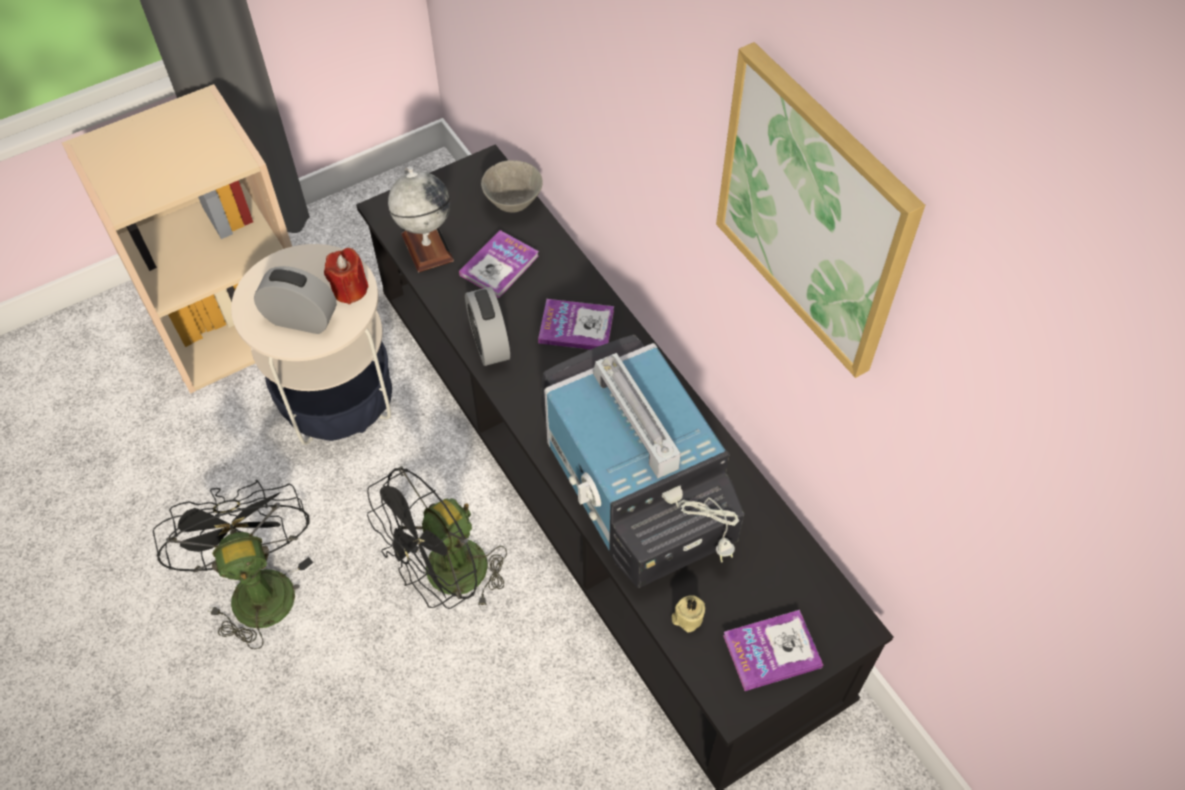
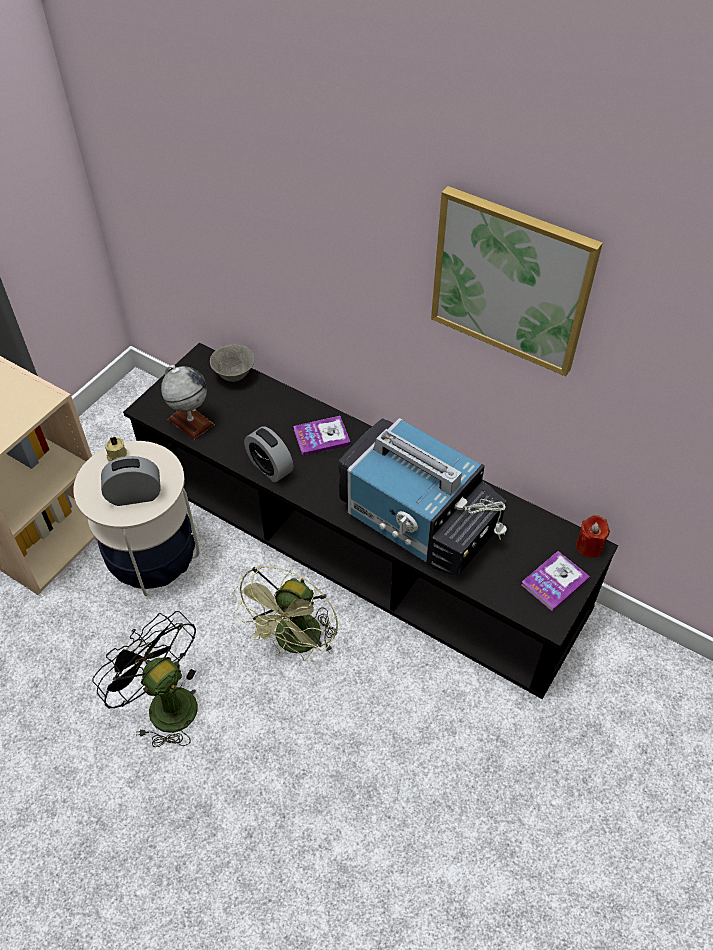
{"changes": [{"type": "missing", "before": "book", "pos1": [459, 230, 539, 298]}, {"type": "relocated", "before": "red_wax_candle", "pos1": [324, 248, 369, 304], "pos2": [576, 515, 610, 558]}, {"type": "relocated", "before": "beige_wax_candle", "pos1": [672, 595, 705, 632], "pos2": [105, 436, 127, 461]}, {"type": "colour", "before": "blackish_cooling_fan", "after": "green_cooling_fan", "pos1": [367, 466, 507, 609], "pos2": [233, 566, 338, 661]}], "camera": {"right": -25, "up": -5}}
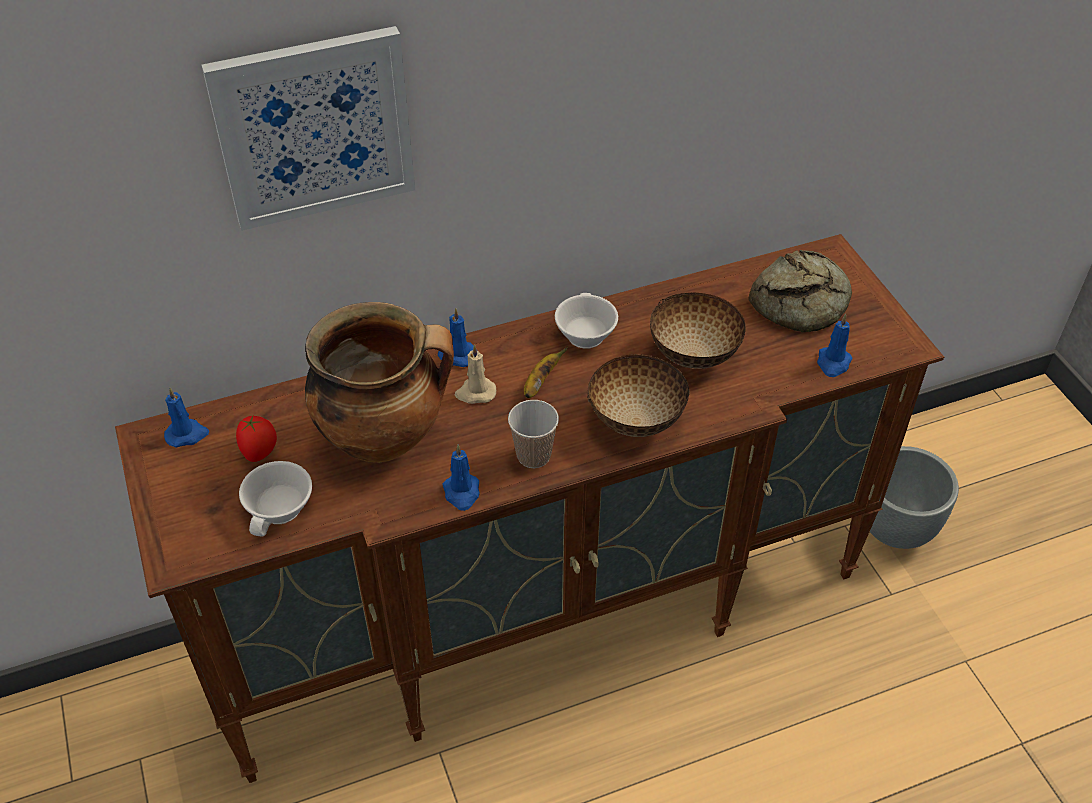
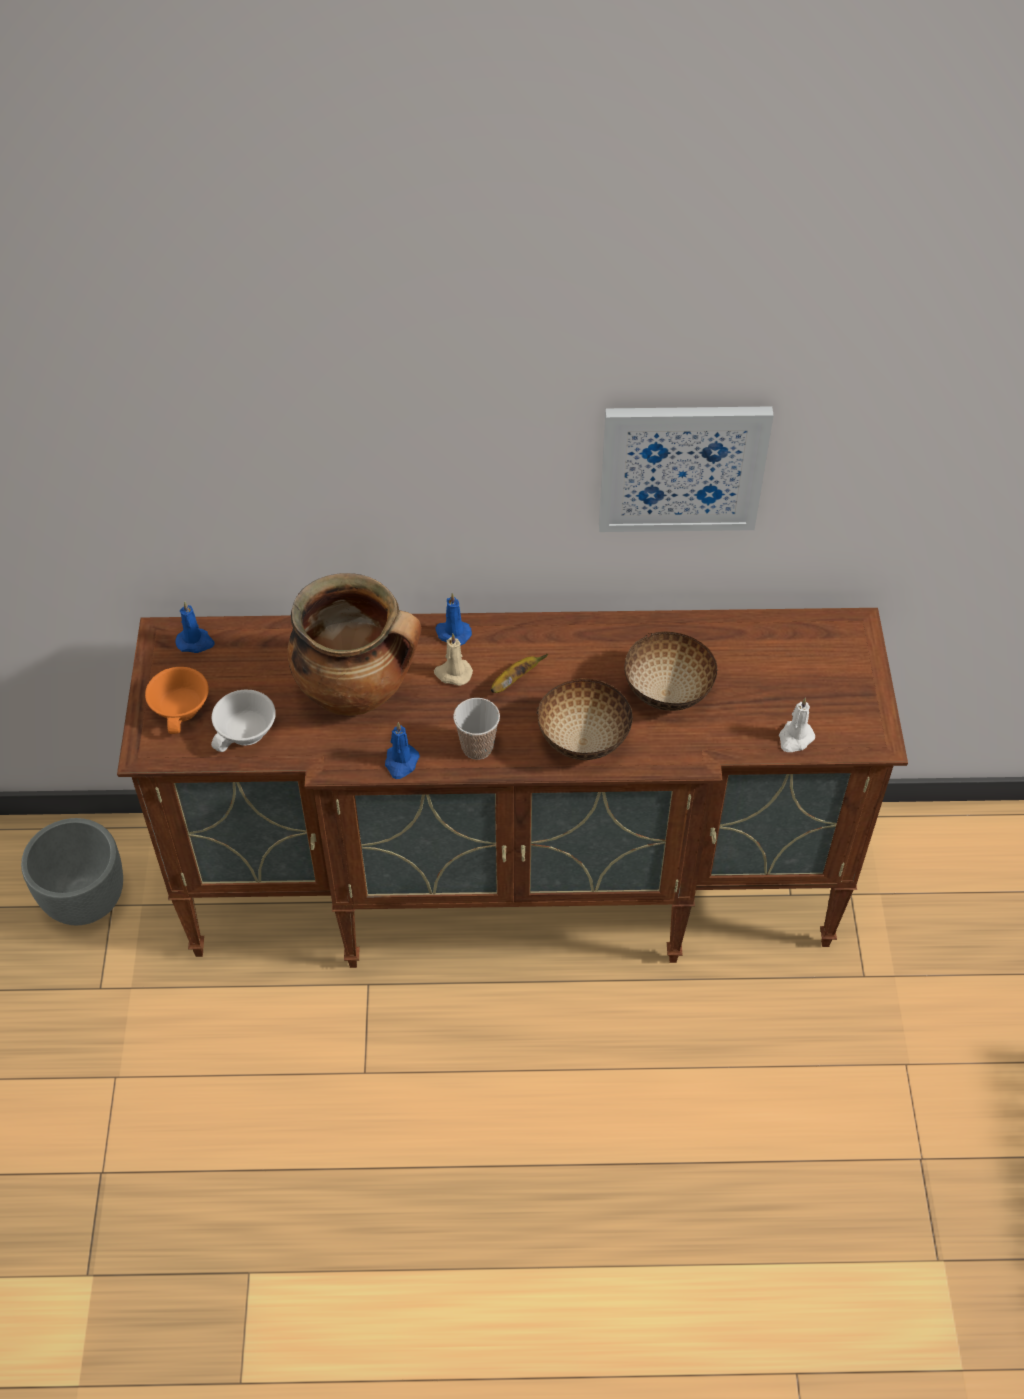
{"changes": [{"type": "missing", "before": "fresh_tomato", "pos1": [236, 414, 277, 462]}, {"type": "missing", "before": "whitish_cup", "pos1": [555, 293, 618, 349]}, {"type": "missing", "before": "baked_bread", "pos1": [748, 250, 852, 332]}, {"type": "appeared", "after": "orange-coloured_cup", "pos2": [145, 667, 209, 734]}, {"type": "relocated", "before": "wall_picture", "pos1": [201, 26, 415, 231], "pos2": [599, 406, 774, 532]}, {"type": "relocated", "before": "gray_plant_pot", "pos1": [870, 446, 959, 549], "pos2": [21, 818, 123, 925]}, {"type": "colour", "before": "blue-coloured_wax_candle", "after": "whitish_wax_candle", "pos1": [817, 314, 853, 377], "pos2": [779, 698, 815, 752]}], "camera": {"right": 20, "up": 5}}
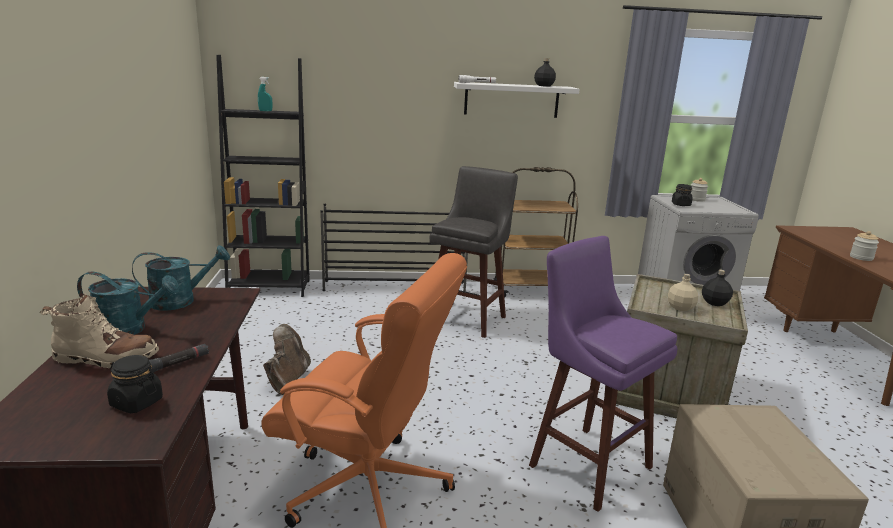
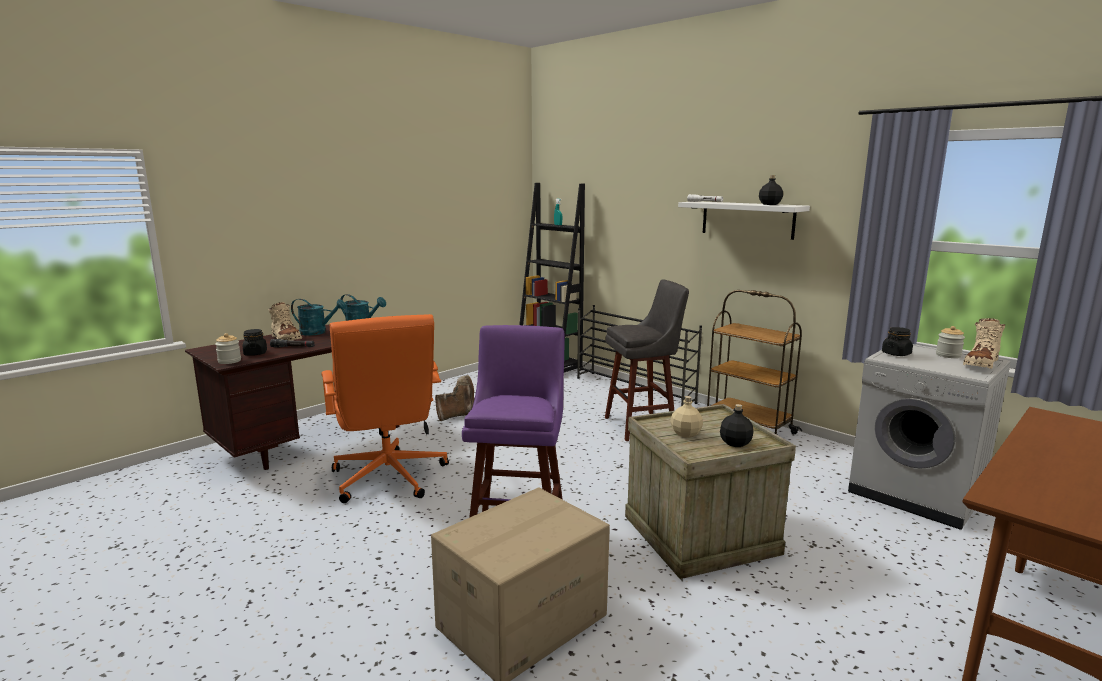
{"changes": [{"type": "appeared", "after": "beige_tall_boot", "pos2": [963, 318, 1005, 369]}, {"type": "relocated", "before": "jar", "pos1": [850, 231, 879, 261], "pos2": [215, 333, 241, 364]}, {"type": "spun", "before": "turquoise_watering_pot", "pos1": [77, 271, 179, 335], "pos2": [291, 299, 346, 336], "turn": -45}], "camera": {"right": 50, "up": -5}}
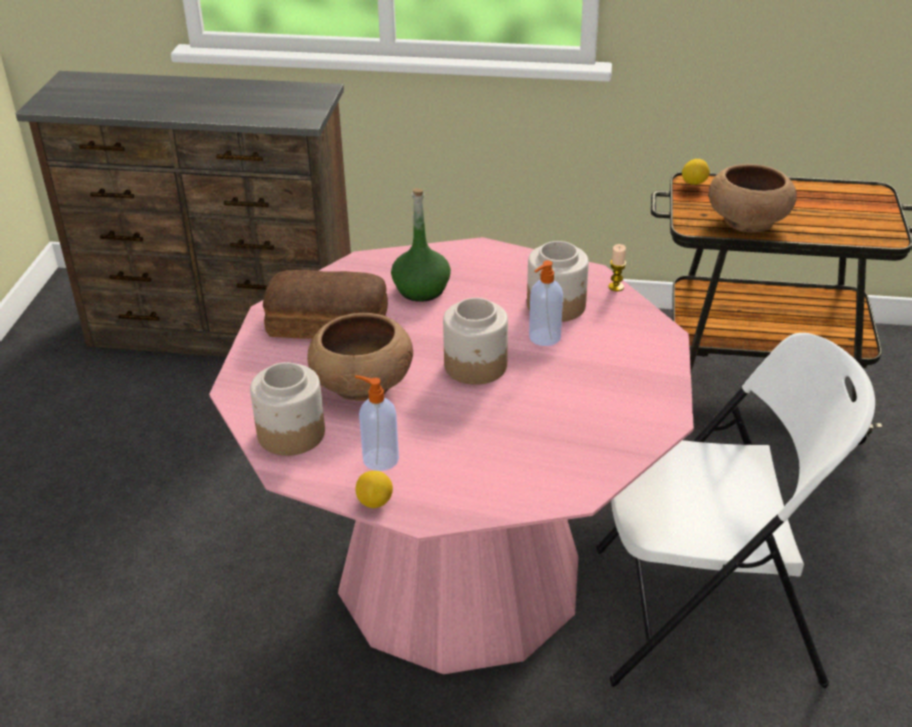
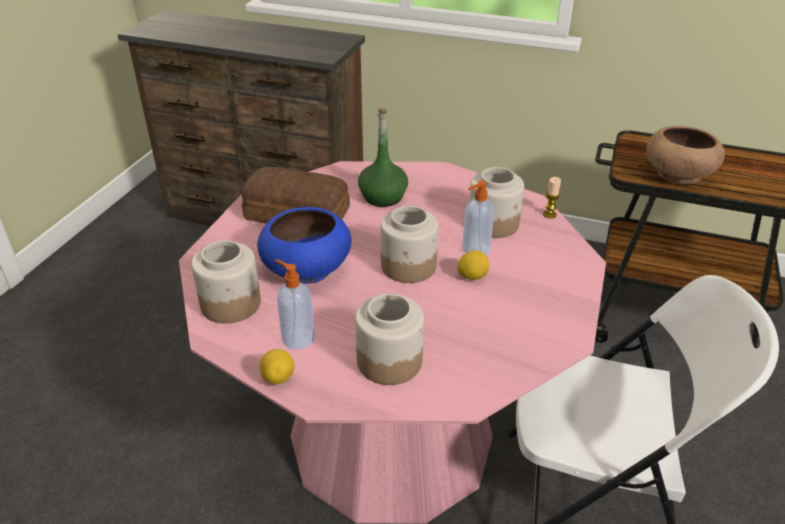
{"changes": [{"type": "appeared", "after": "jar", "pos2": [355, 294, 424, 385]}, {"type": "relocated", "before": "citrus_fruit", "pos1": [682, 159, 710, 185], "pos2": [457, 250, 489, 280]}, {"type": "colour", "before": "brown_serving_bowl", "after": "blue-coloured_serving_bowl", "pos1": [307, 313, 413, 401], "pos2": [257, 207, 352, 284]}], "camera": {"right": 10, "up": 0}}
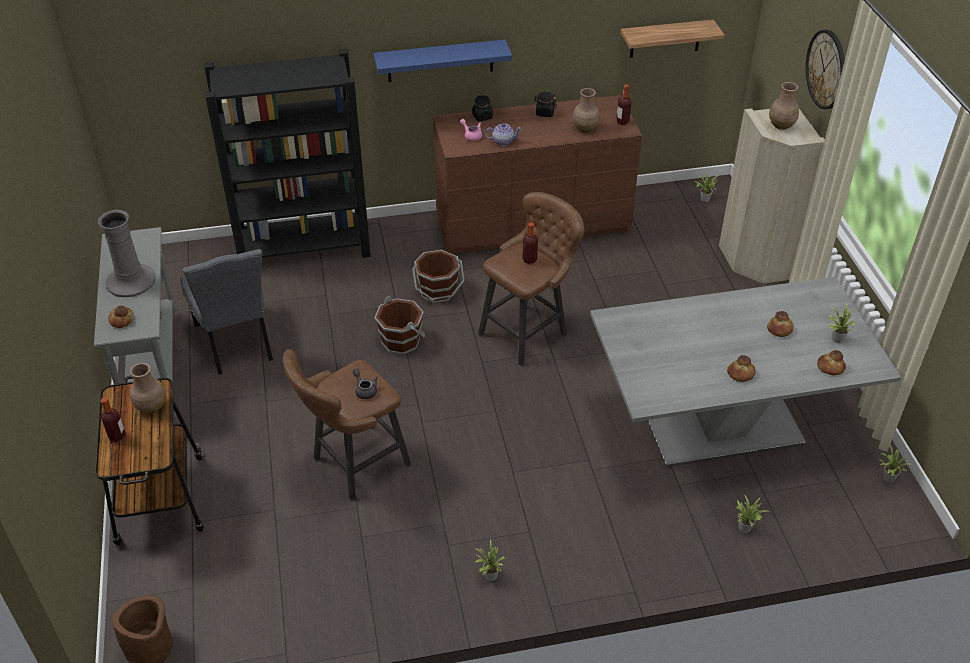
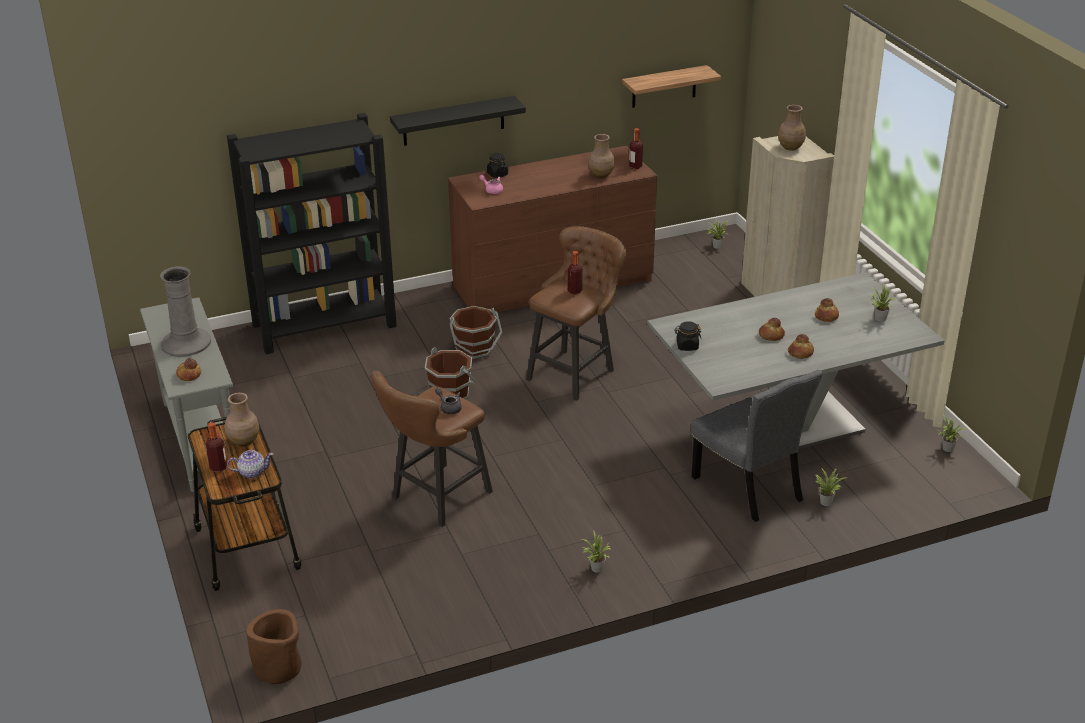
{"changes": [{"type": "missing", "before": "hanging_clock", "pos1": [806, 30, 845, 109]}, {"type": "relocated", "before": "gray_plain_chair", "pos1": [180, 249, 273, 375], "pos2": [690, 370, 823, 522]}, {"type": "relocated", "before": "pot_for_tea", "pos1": [485, 123, 521, 146], "pos2": [227, 450, 273, 478]}, {"type": "relocated", "before": "blackish_jar", "pos1": [534, 92, 557, 117], "pos2": [674, 321, 701, 351]}, {"type": "relocated", "before": "baked_bread", "pos1": [817, 350, 846, 375], "pos2": [759, 318, 785, 341]}, {"type": "colour", "before": "blue-coloured_wall_shelf", "after": "blackish_wall_shelf", "pos1": [374, 40, 512, 82], "pos2": [390, 96, 526, 146]}], "camera": {"right": -10, "up": -10}}
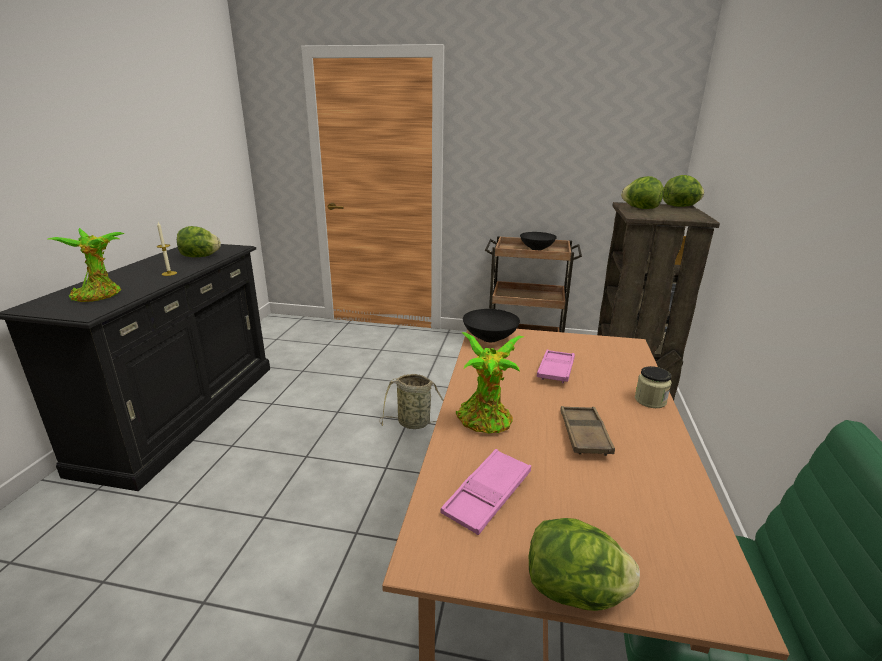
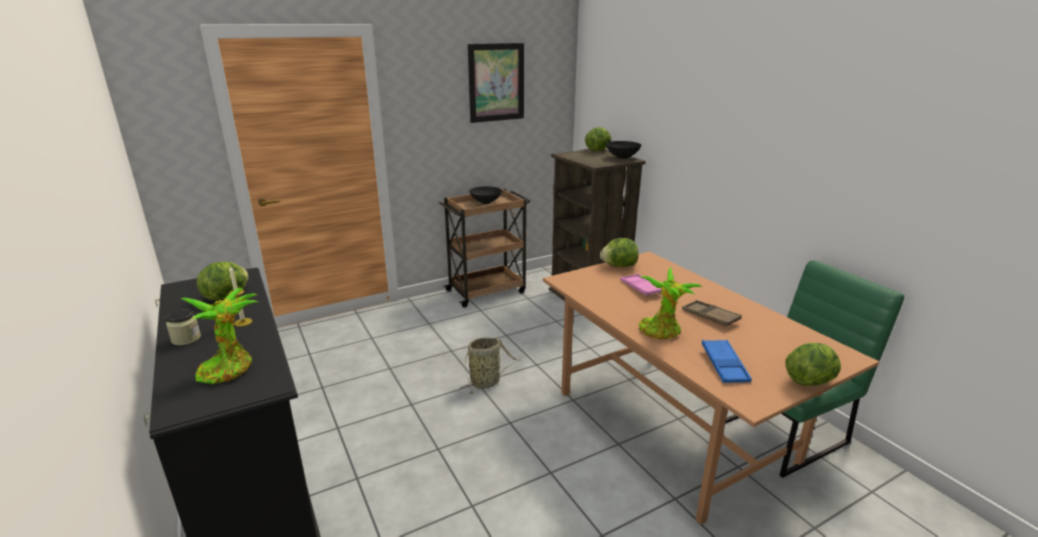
{"changes": [{"type": "appeared", "after": "wall_picture", "pos2": [468, 43, 524, 123]}, {"type": "relocated", "before": "blackish_serving_bowl", "pos1": [463, 309, 520, 342], "pos2": [606, 141, 641, 159]}, {"type": "relocated", "before": "lettuce_head", "pos1": [621, 176, 664, 209], "pos2": [600, 238, 639, 267]}, {"type": "relocated", "before": "jar", "pos1": [635, 366, 672, 408], "pos2": [166, 309, 201, 346]}, {"type": "colour", "before": "pink_serving_tray", "after": "blue-coloured_serving_tray", "pos1": [440, 449, 531, 535], "pos2": [701, 340, 752, 383]}], "camera": {"right": -40, "up": 0}}
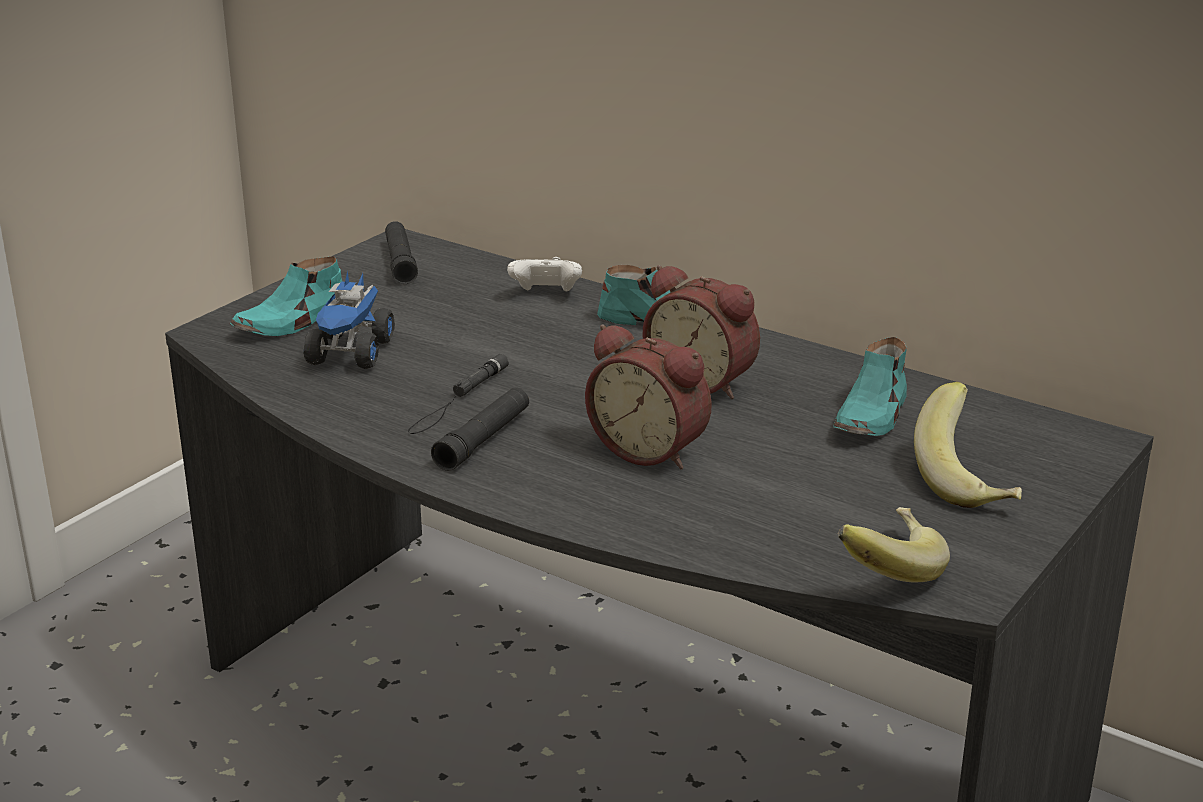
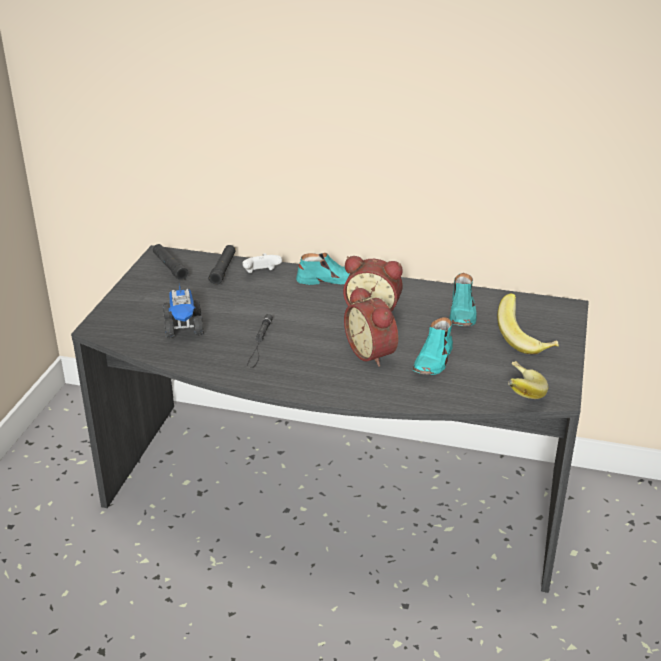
{"changes": [{"type": "relocated", "before": "turquoise_low_shoe", "pos1": [230, 256, 343, 336], "pos2": [413, 317, 453, 375]}, {"type": "relocated", "before": "blackish_hand_torch", "pos1": [431, 387, 529, 471], "pos2": [208, 245, 236, 285]}, {"type": "spun", "before": "bedside_clock", "pos1": [585, 324, 712, 469], "pos2": [344, 286, 398, 367], "turn": 45}], "camera": {"right": -20, "up": 5}}
